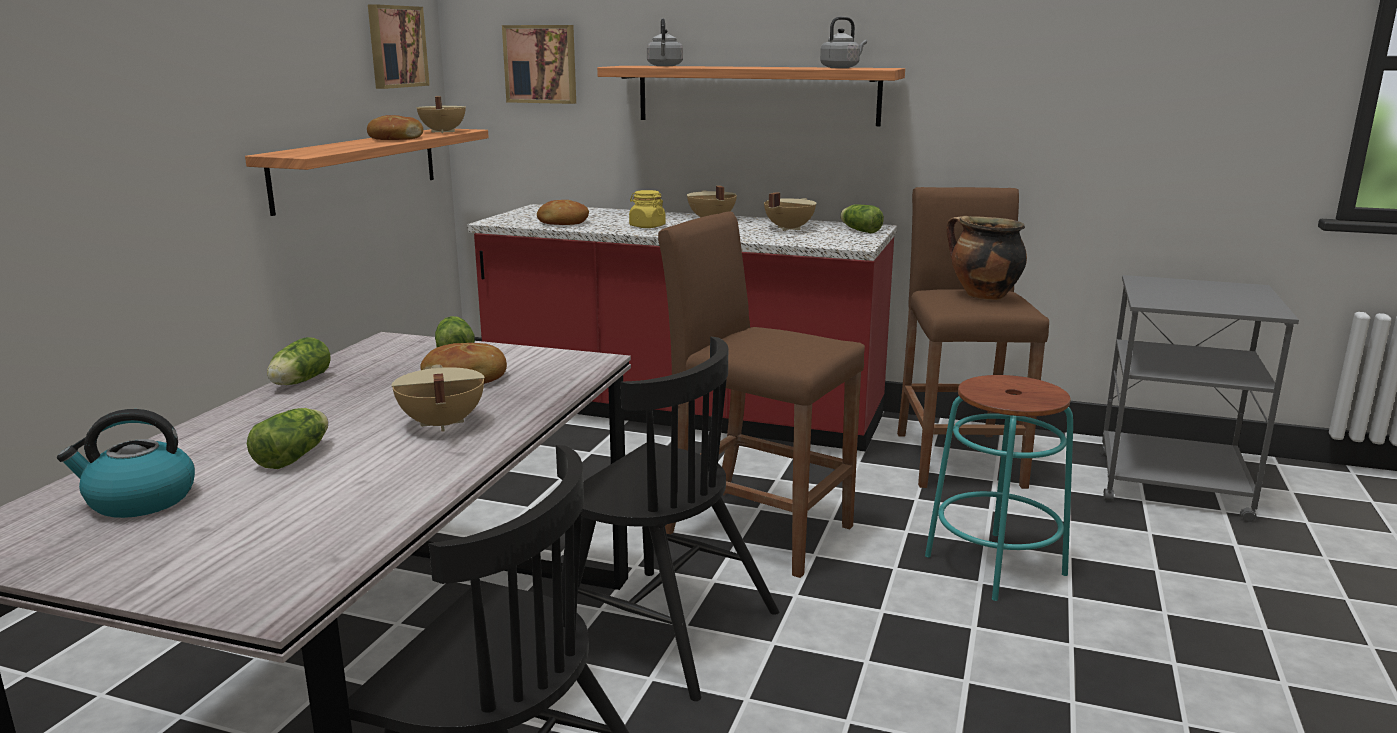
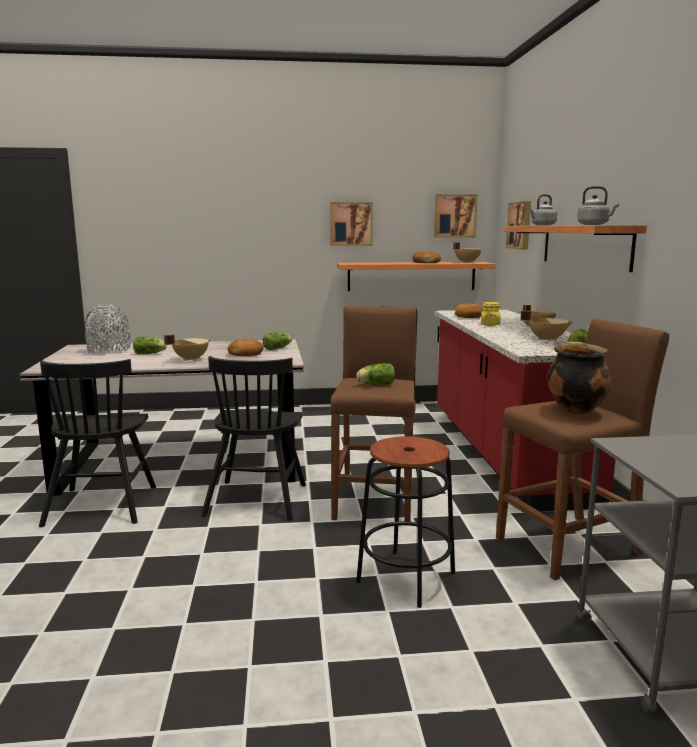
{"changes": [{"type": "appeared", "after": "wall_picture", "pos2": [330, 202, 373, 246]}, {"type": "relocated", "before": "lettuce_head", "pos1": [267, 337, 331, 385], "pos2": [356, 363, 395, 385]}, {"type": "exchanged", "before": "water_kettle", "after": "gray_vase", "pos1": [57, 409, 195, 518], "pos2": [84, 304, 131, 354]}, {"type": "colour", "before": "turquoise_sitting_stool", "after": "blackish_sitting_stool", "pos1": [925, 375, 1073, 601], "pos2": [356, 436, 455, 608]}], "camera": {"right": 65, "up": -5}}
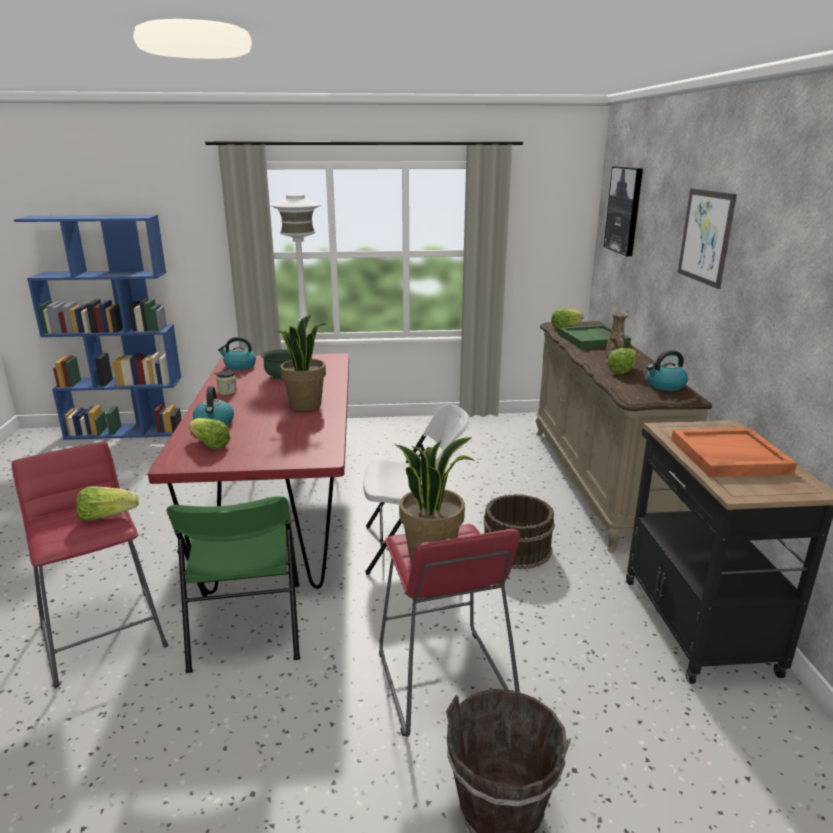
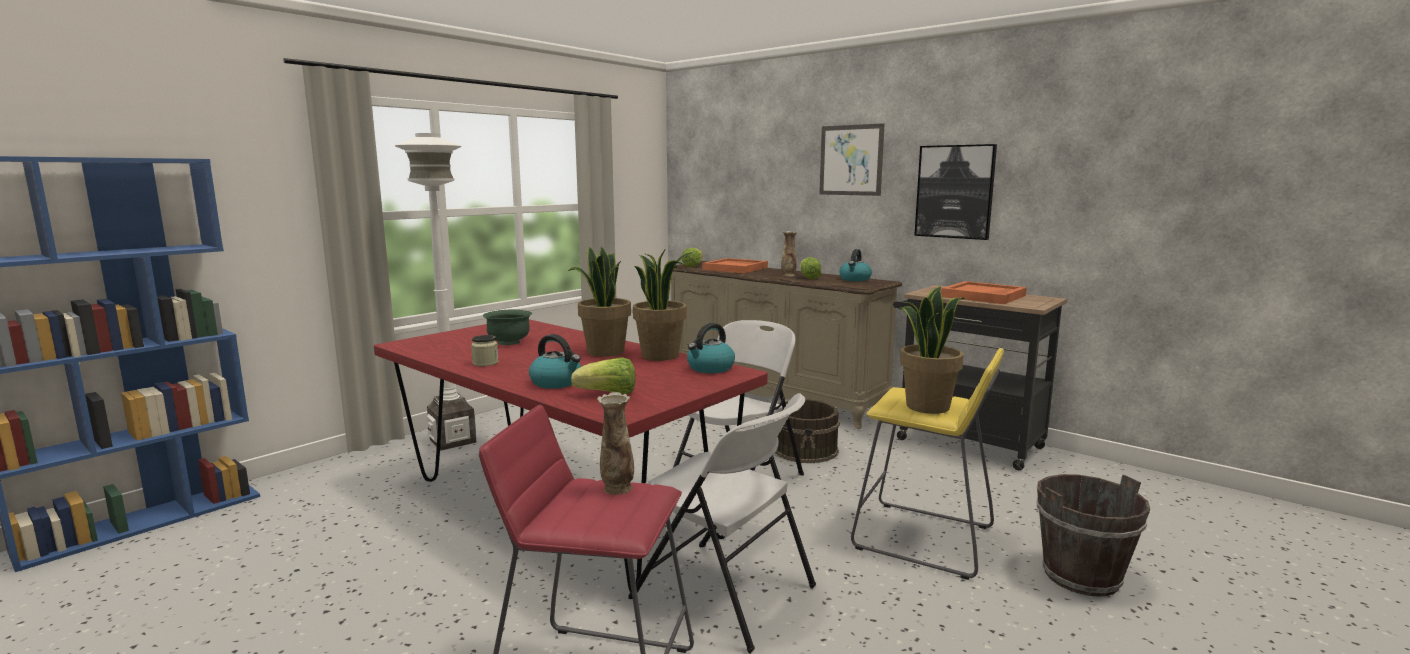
{"changes": [{"type": "appeared", "after": "potted_plant", "pos2": [633, 250, 692, 361]}, {"type": "relocated", "before": "water_kettle", "pos1": [218, 337, 256, 370], "pos2": [687, 323, 735, 373]}, {"type": "relocated", "before": "wall_picture", "pos1": [604, 166, 643, 256], "pos2": [914, 144, 997, 240]}, {"type": "exchanged", "before": "lettuce_head", "after": "vase", "pos1": [76, 486, 139, 521], "pos2": [597, 392, 634, 495]}, {"type": "colour", "before": "green_plain_chair", "after": "whitish_plain_chair", "pos1": [166, 496, 300, 673], "pos2": [628, 393, 816, 654]}, {"type": "colour", "before": "red_sitting_stool", "after": "yellow_sitting_stool", "pos1": [379, 524, 520, 737], "pos2": [851, 349, 1004, 580]}, {"type": "colour", "before": "green_serving_tray", "after": "orange-coloured_serving_tray", "pos1": [558, 325, 631, 349], "pos2": [702, 258, 768, 273]}], "camera": {"right": -45, "up": -10}}
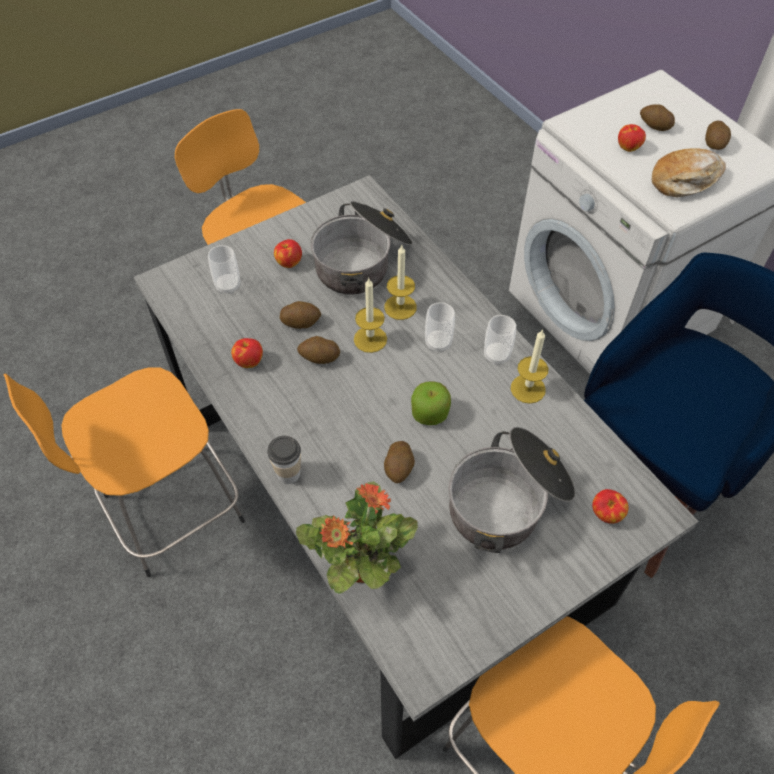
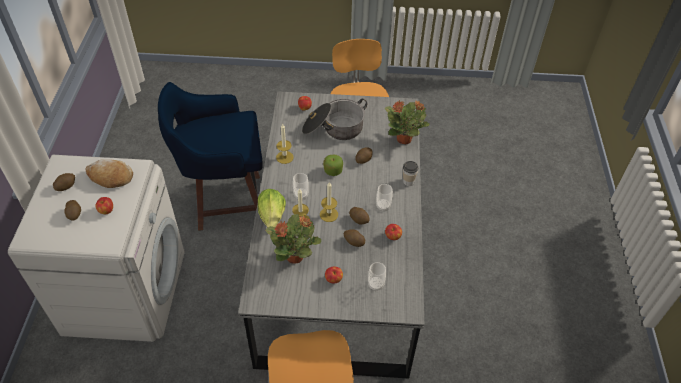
{"changes": [{"type": "missing", "before": "orange-coloured_sitting_stool", "pos1": [4, 367, 245, 577]}, {"type": "appeared", "after": "lettuce_head", "pos2": [258, 189, 286, 228]}, {"type": "relocated", "before": "cup", "pos1": [484, 315, 516, 366], "pos2": [376, 184, 393, 211]}, {"type": "exchanged", "before": "stockpot", "after": "potted_plant", "pos1": [311, 201, 413, 295], "pos2": [266, 214, 321, 264]}], "camera": {"right": -145, "up": -5}}
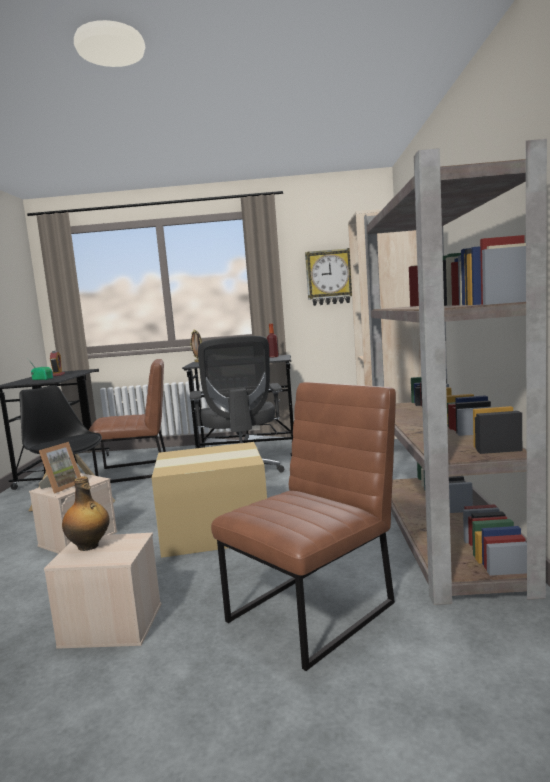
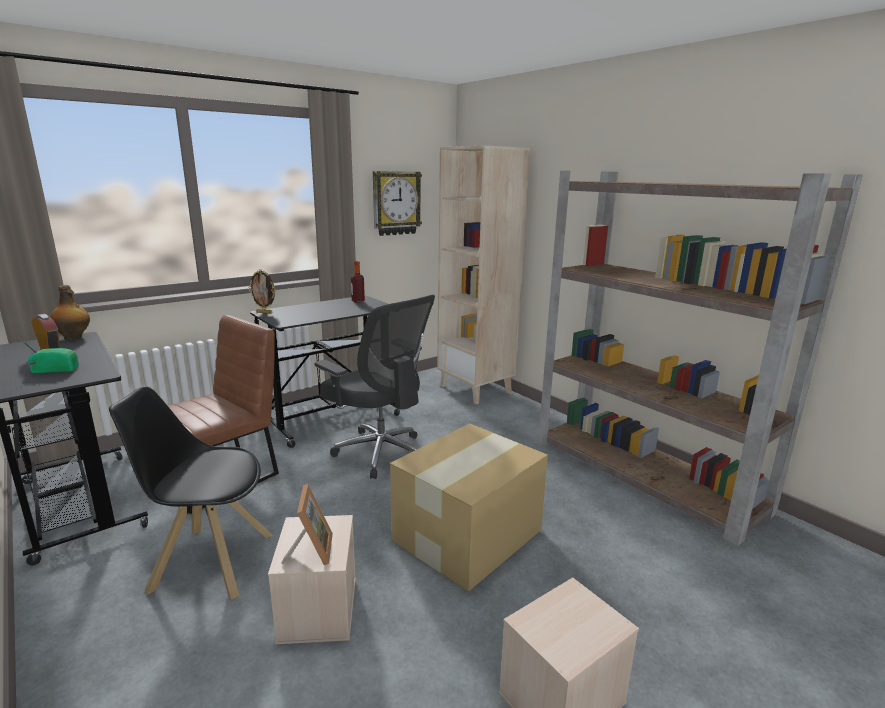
{"changes": [{"type": "missing", "before": "brown_plain_chair", "pos1": [211, 382, 396, 671]}, {"type": "relocated", "before": "drink_bottle", "pos1": [62, 476, 110, 551], "pos2": [50, 285, 90, 340]}], "camera": {"right": -40, "up": 10}}
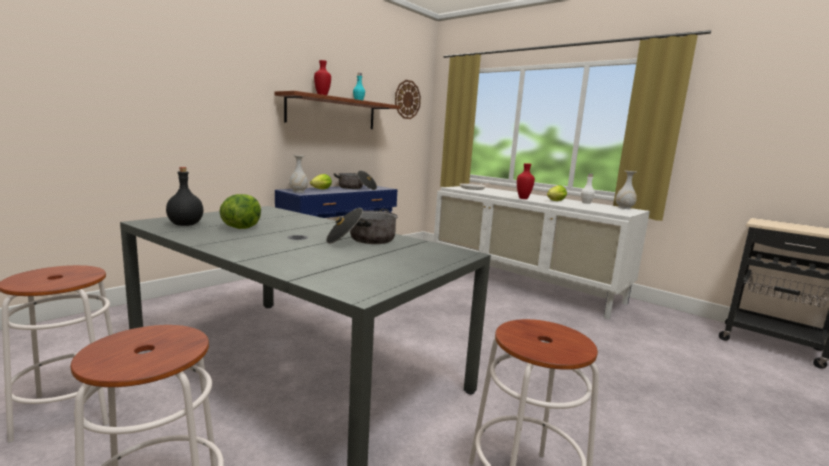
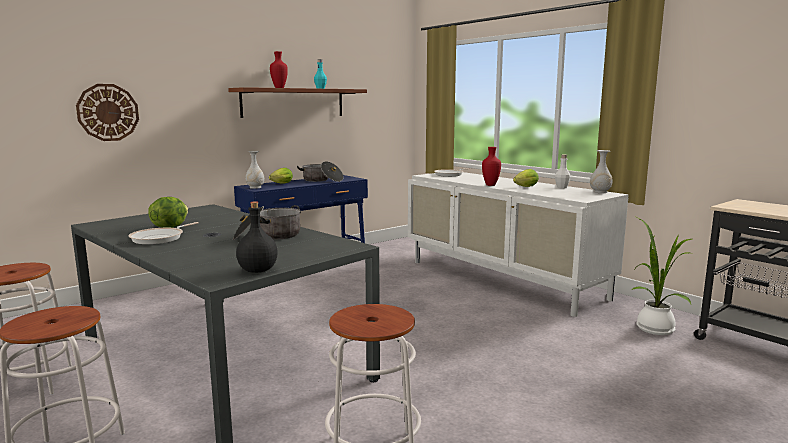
{"changes": [{"type": "appeared", "after": "frying_pan", "pos2": [129, 222, 199, 245]}, {"type": "appeared", "after": "potted_plant", "pos2": [631, 217, 692, 335]}, {"type": "relocated", "before": "blackish_drink_bottle", "pos1": [166, 167, 204, 226], "pos2": [236, 201, 278, 273]}, {"type": "relocated", "before": "hanging_clock", "pos1": [395, 80, 421, 119], "pos2": [76, 84, 139, 141]}], "camera": {"right": 10, "up": 0}}
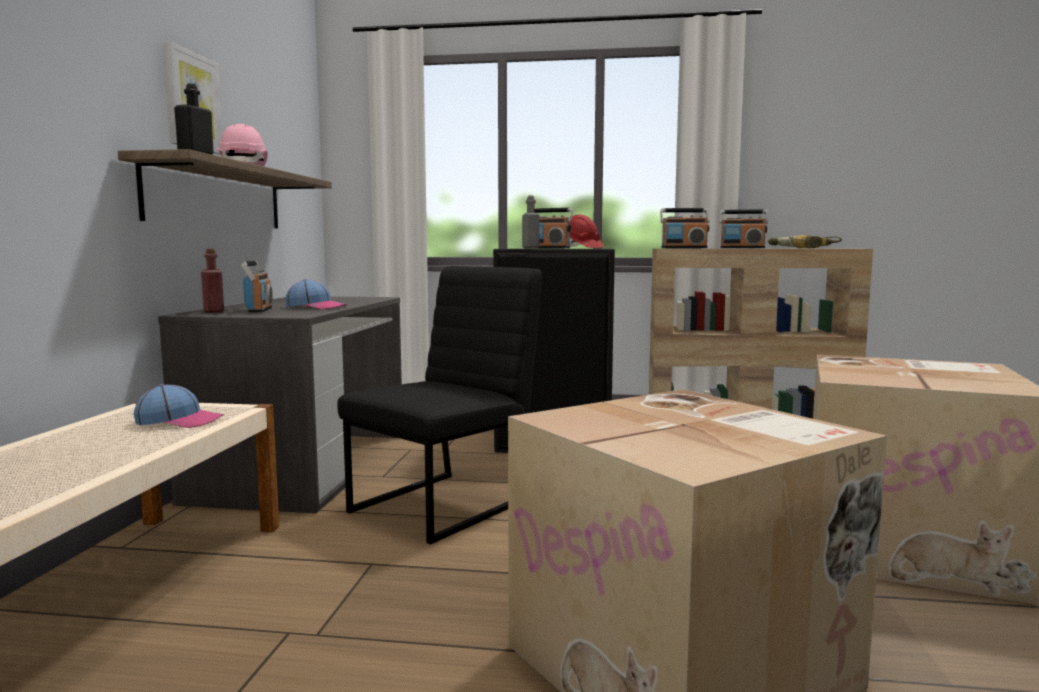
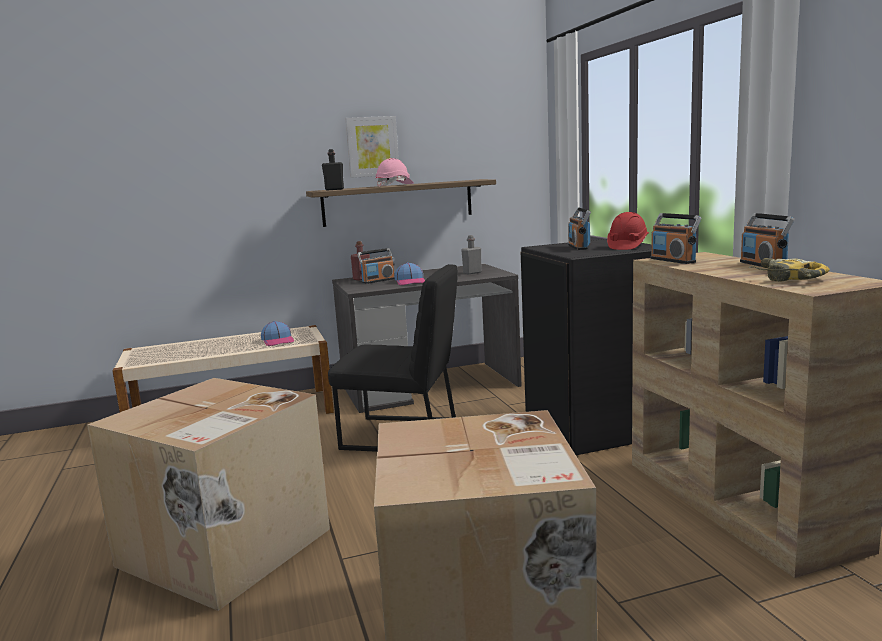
{"changes": [{"type": "relocated", "before": "gray_drink_bottle", "pos1": [522, 196, 539, 248], "pos2": [461, 235, 482, 274]}], "camera": {"right": 65, "up": 5}}
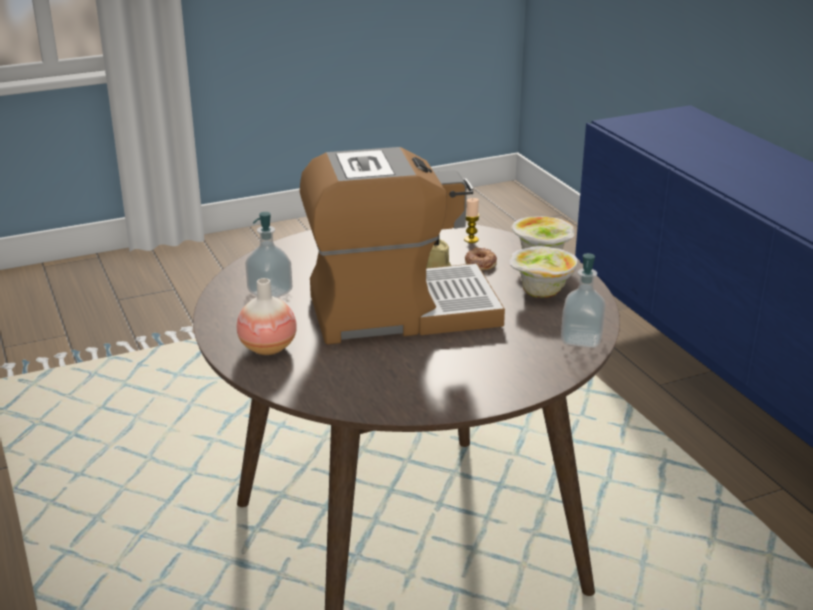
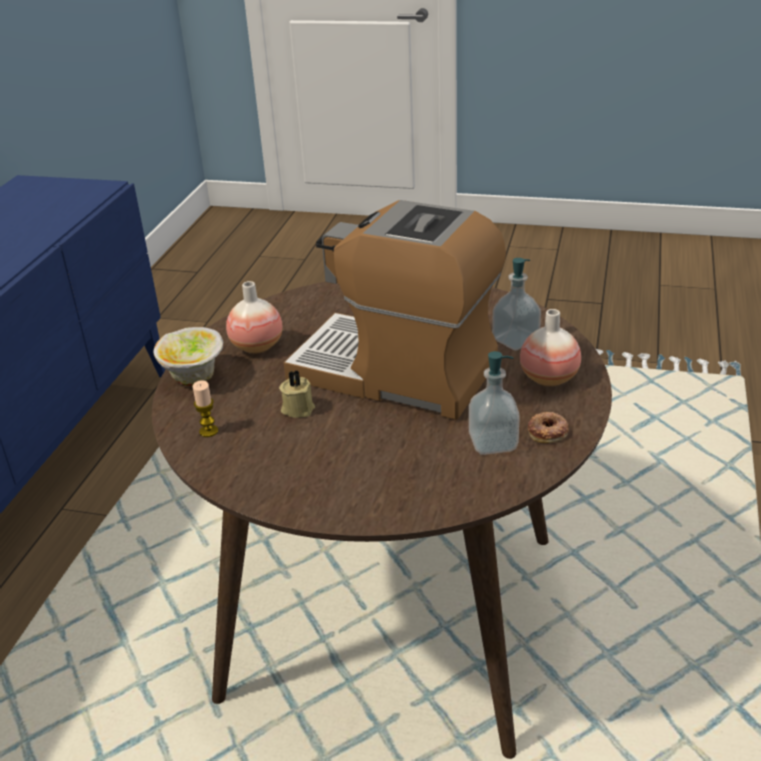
{"changes": [{"type": "relocated", "before": "ring_doughnut", "pos1": [465, 248, 497, 270], "pos2": [528, 412, 569, 443]}, {"type": "relocated", "before": "liquid_soap_bottle", "pos1": [561, 253, 605, 348], "pos2": [492, 258, 541, 350]}, {"type": "exchanged", "before": "serving_bowl", "after": "vase", "pos1": [509, 246, 578, 298], "pos2": [226, 281, 283, 354]}], "camera": {"right": -140, "up": 5}}
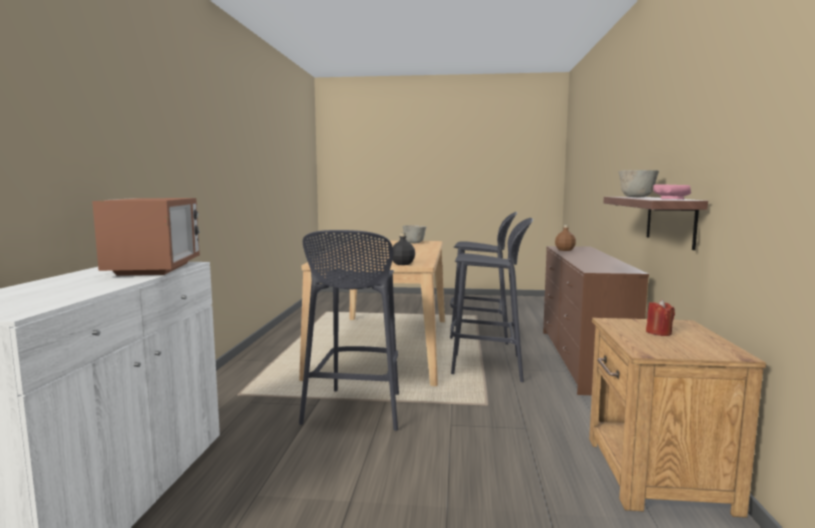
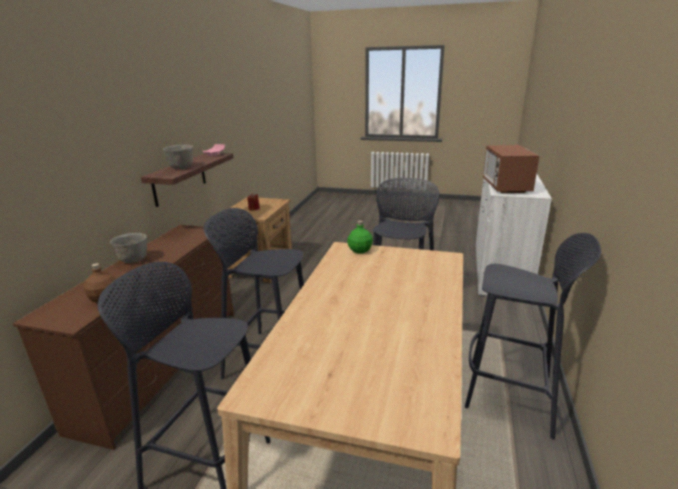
{"changes": [{"type": "appeared", "after": "gray_sitting_stool", "pos2": [465, 233, 601, 439]}, {"type": "relocated", "before": "gray_serving_bowl", "pos1": [403, 225, 427, 244], "pos2": [110, 233, 147, 263]}, {"type": "colour", "before": "blackish_drink_bottle", "after": "green_drink_bottle", "pos1": [393, 233, 415, 265], "pos2": [347, 220, 373, 254]}], "camera": {"right": -170, "up": 15}}
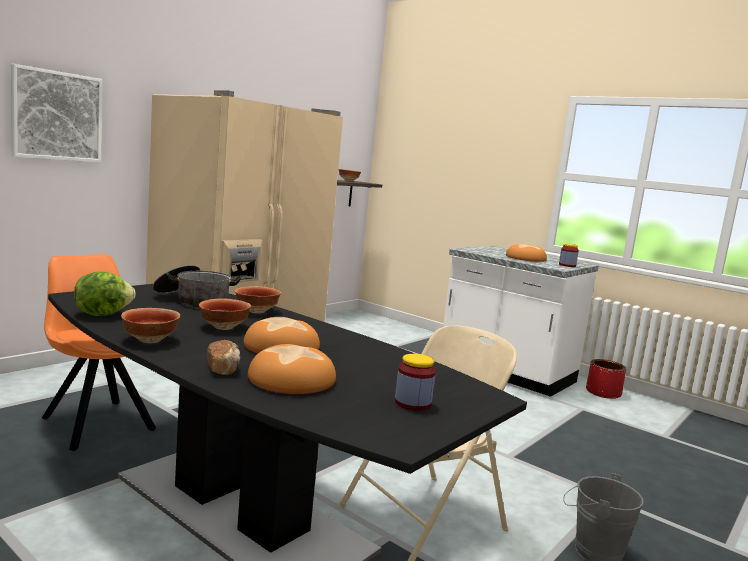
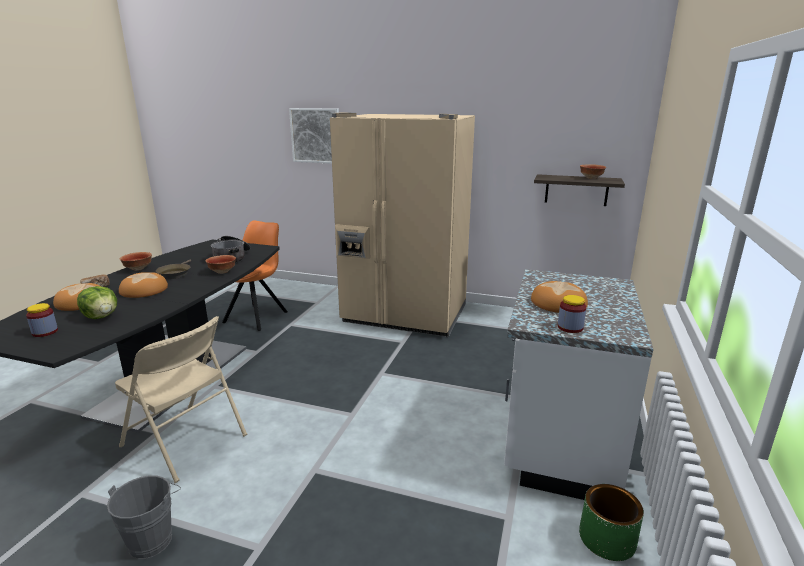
{"changes": [{"type": "relocated", "before": "lettuce_head", "pos1": [74, 271, 136, 316], "pos2": [77, 286, 117, 319]}, {"type": "exchanged", "before": "serving_bowl", "after": "brown_frying_pan", "pos1": [199, 298, 251, 330], "pos2": [156, 260, 191, 279]}, {"type": "colour", "before": "red_plant_pot", "after": "green_plant_pot", "pos1": [586, 359, 627, 399], "pos2": [579, 484, 644, 561]}], "camera": {"right": 70, "up": 10}}
